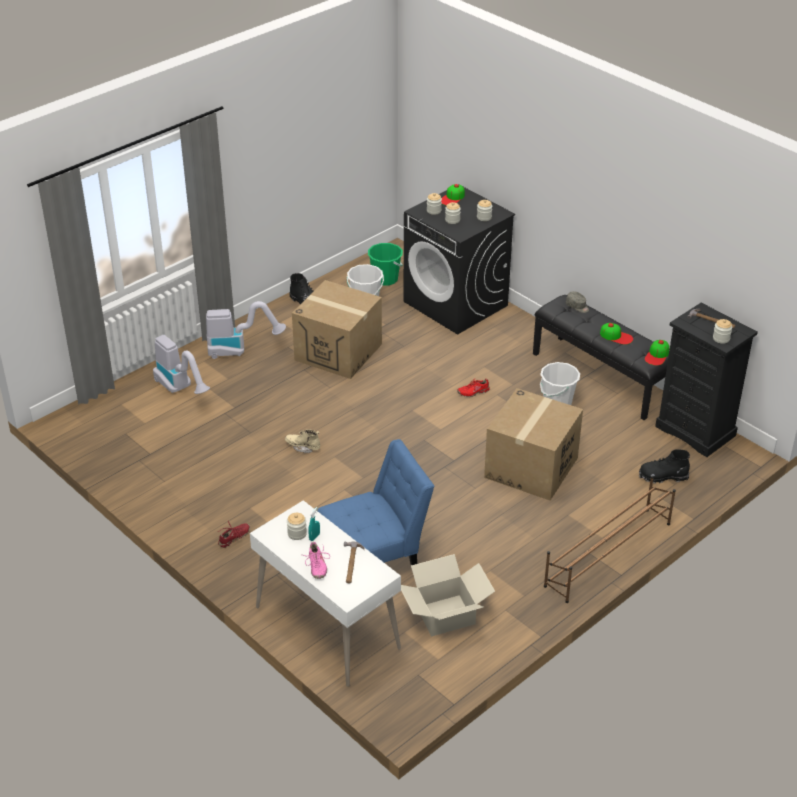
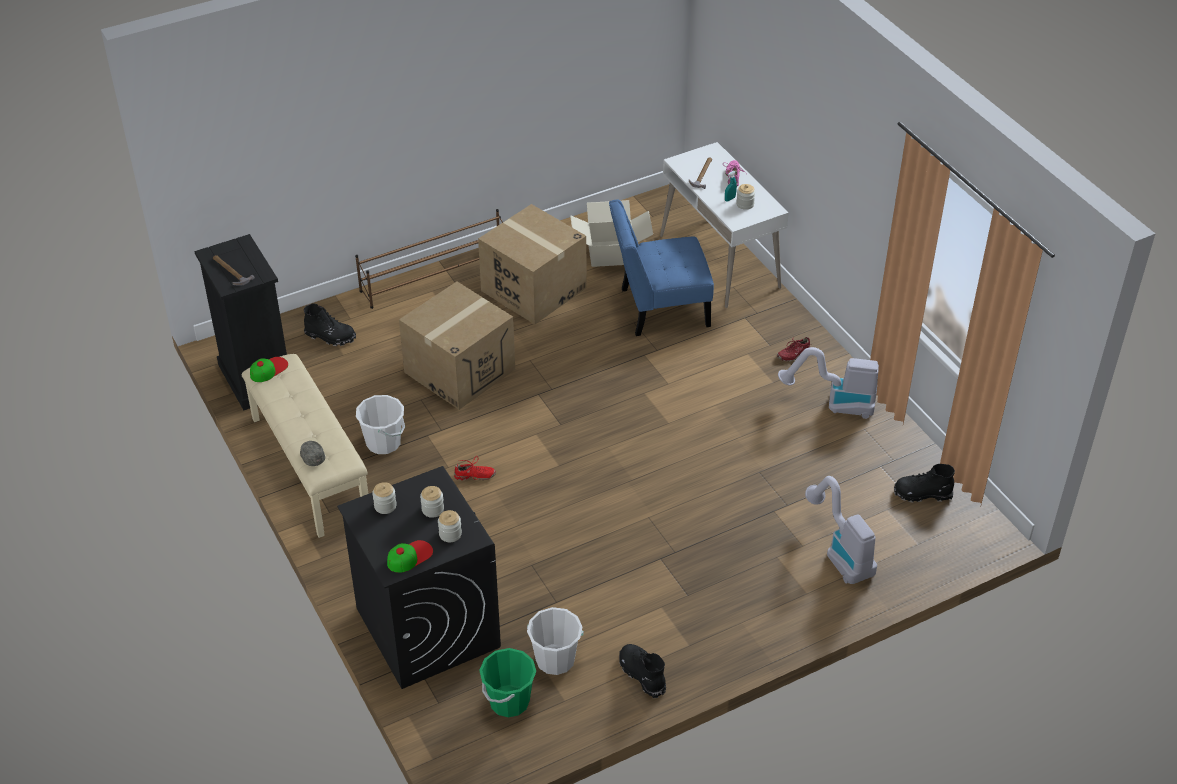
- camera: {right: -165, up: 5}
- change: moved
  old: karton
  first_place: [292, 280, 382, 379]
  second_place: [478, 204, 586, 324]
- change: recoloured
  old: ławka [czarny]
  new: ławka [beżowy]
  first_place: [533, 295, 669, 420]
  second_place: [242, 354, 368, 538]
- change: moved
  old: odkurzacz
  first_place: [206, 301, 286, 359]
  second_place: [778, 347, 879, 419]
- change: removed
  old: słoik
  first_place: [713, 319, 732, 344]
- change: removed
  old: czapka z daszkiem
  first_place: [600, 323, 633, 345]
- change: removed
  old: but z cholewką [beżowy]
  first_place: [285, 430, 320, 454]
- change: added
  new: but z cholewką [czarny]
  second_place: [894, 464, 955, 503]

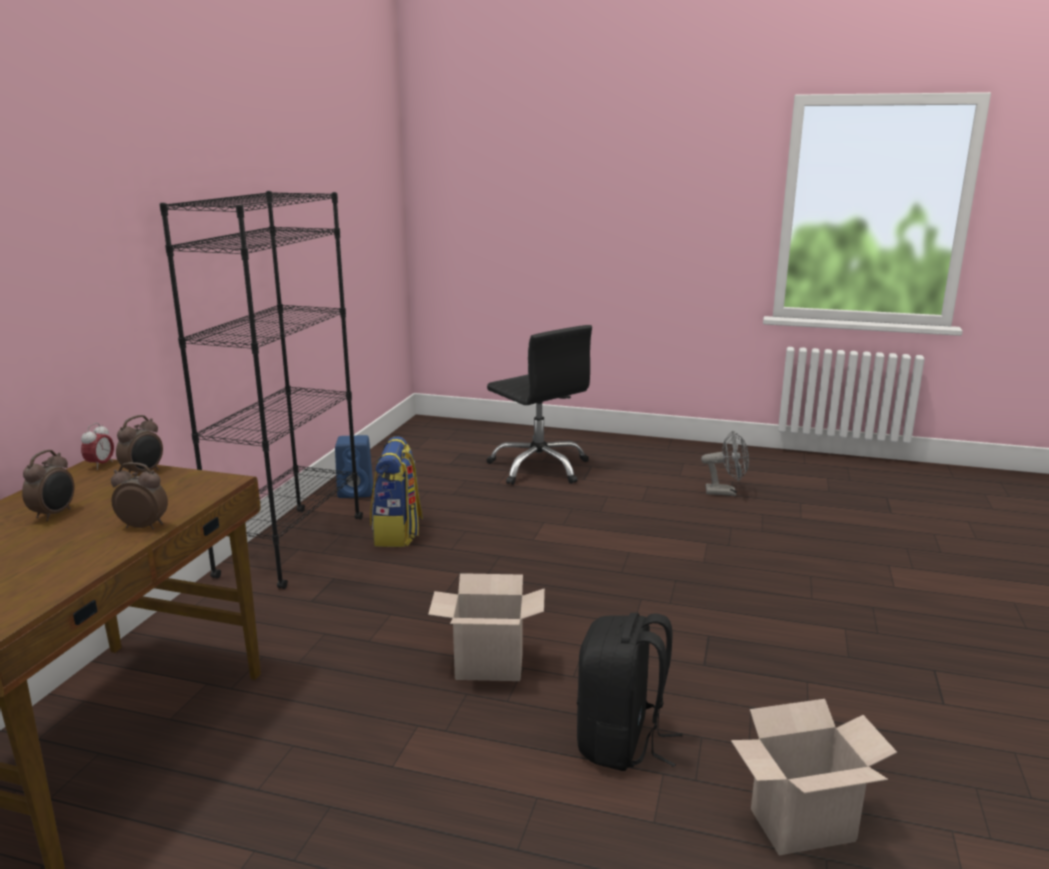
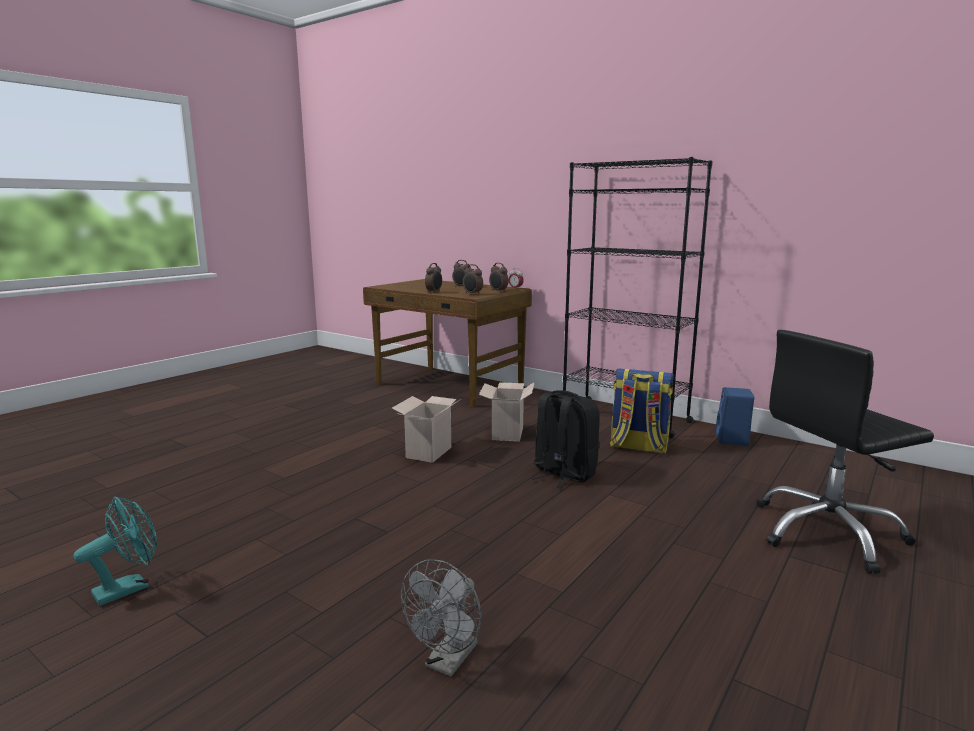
- camera: {right: 110, up: -5}
- change: moved
  old: wentylator [szary]
  first_place: [701, 431, 749, 496]
  second_place: [401, 559, 481, 677]
- change: moved
  old: plecak [czarny]
  first_place: [577, 613, 683, 771]
  second_place: [532, 390, 600, 488]
- change: moved
  old: karton
  first_place: [731, 699, 897, 855]
  second_place: [479, 382, 535, 442]
- change: added
  new: budzik
  second_place: [463, 264, 483, 295]
- change: added
  new: wentylator [turkusowy]
  second_place: [74, 497, 157, 606]

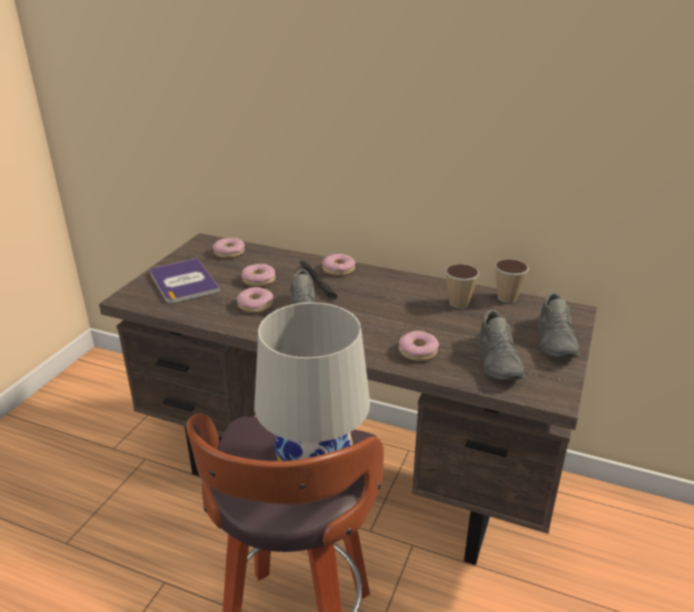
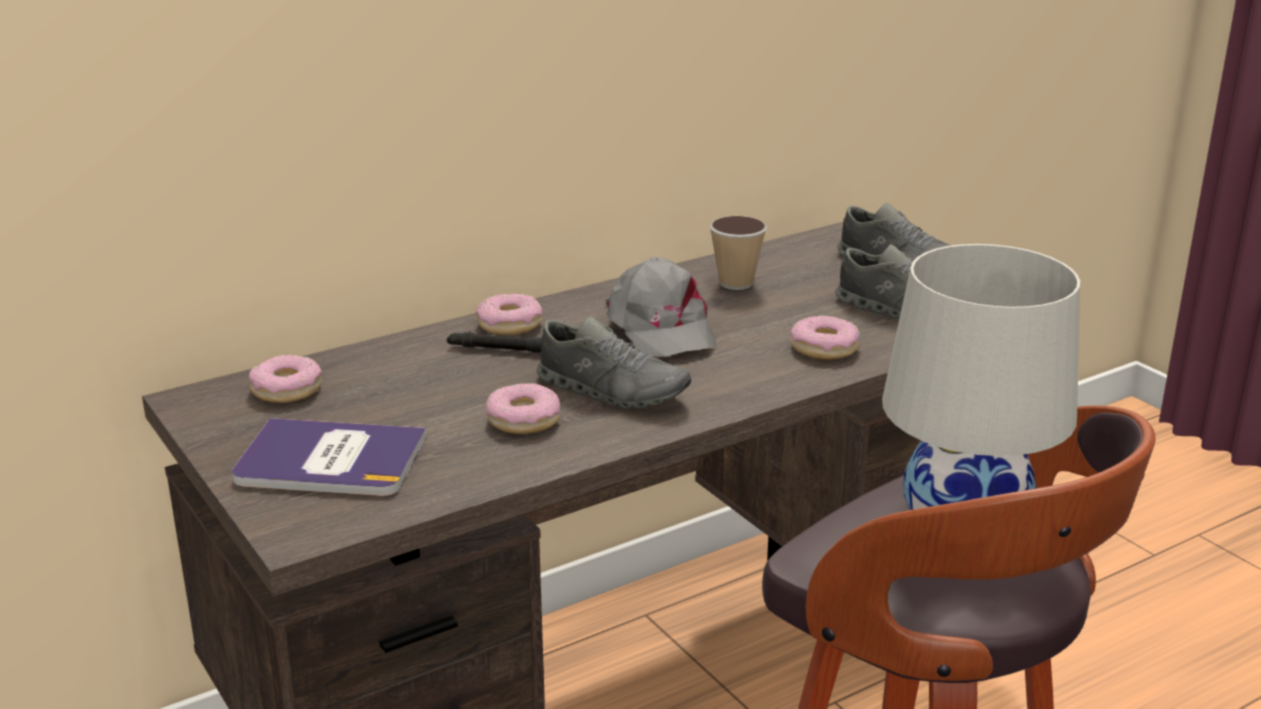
- camera: {right: -55, up: -5}
- change: removed
  old: filiżanka
  first_place: [495, 259, 529, 303]
- change: removed
  old: donut
  first_place: [241, 264, 275, 287]
- change: added
  new: czapka z daszkiem [szary]
  second_place: [605, 257, 716, 357]

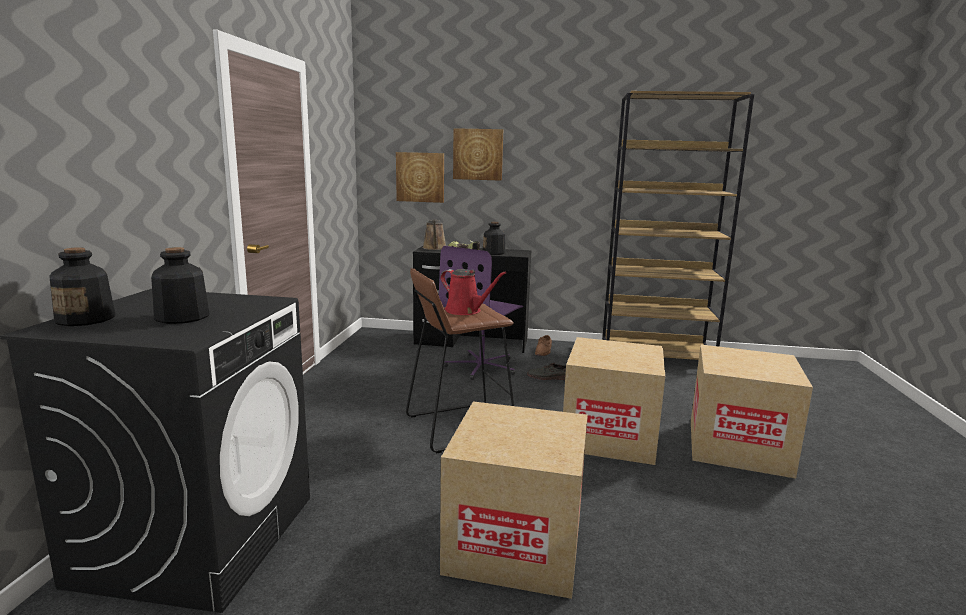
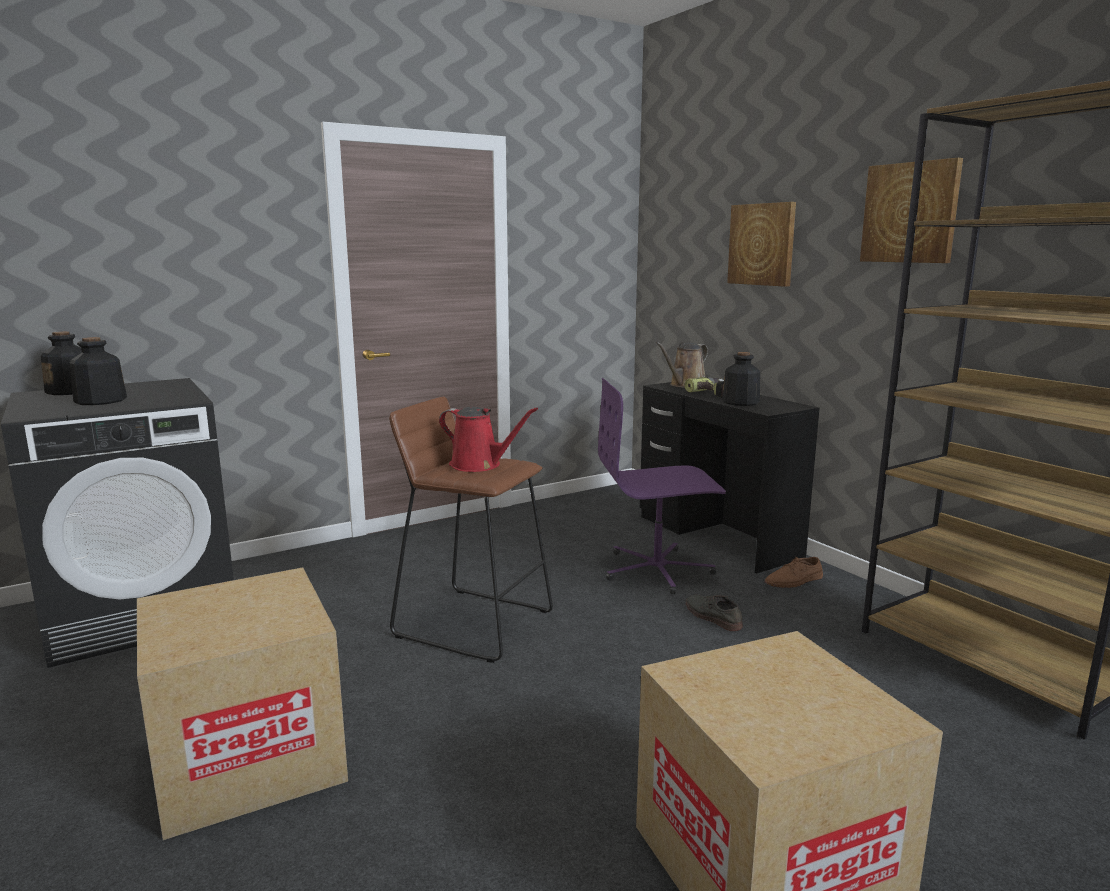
- camera: {right: 50, up: 0}
- change: moved
  old: obraz
  first_place: [396, 152, 444, 203]
  second_place: [860, 158, 963, 263]
- change: turned
  old: konewka [czerwony]
  first_place: [440, 269, 506, 315]
  second_place: [439, 407, 538, 472]
  degrees: -60
- change: removed
  old: karton
  first_place: [563, 337, 665, 465]

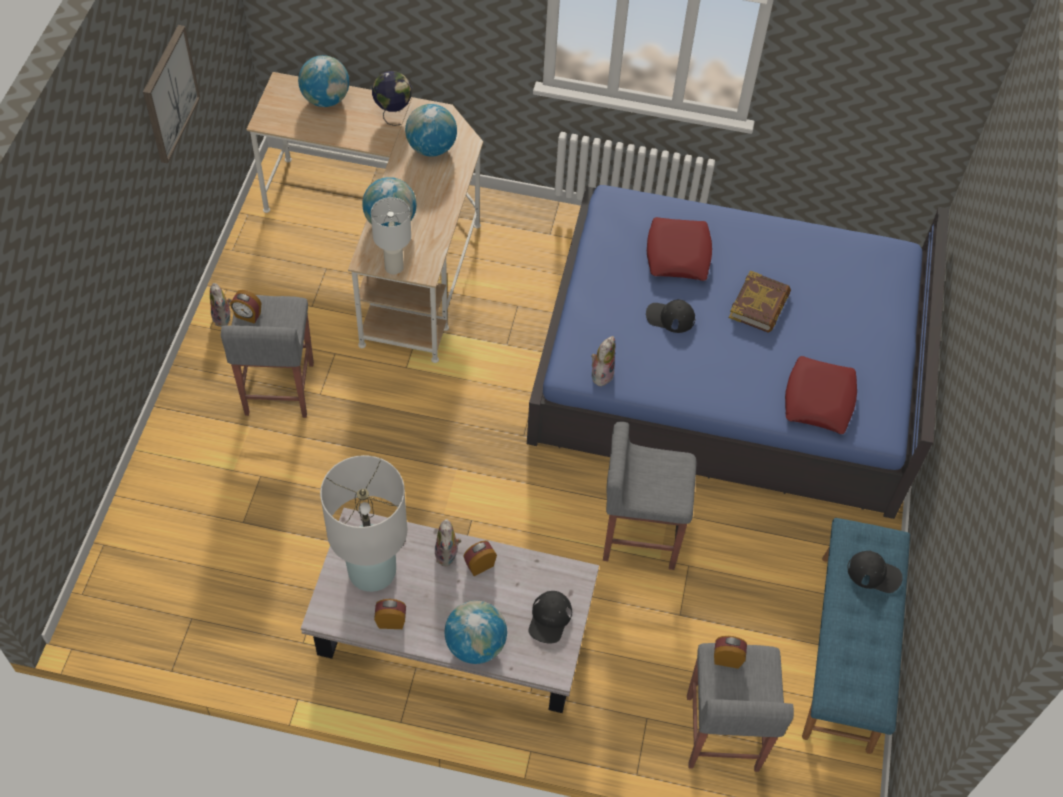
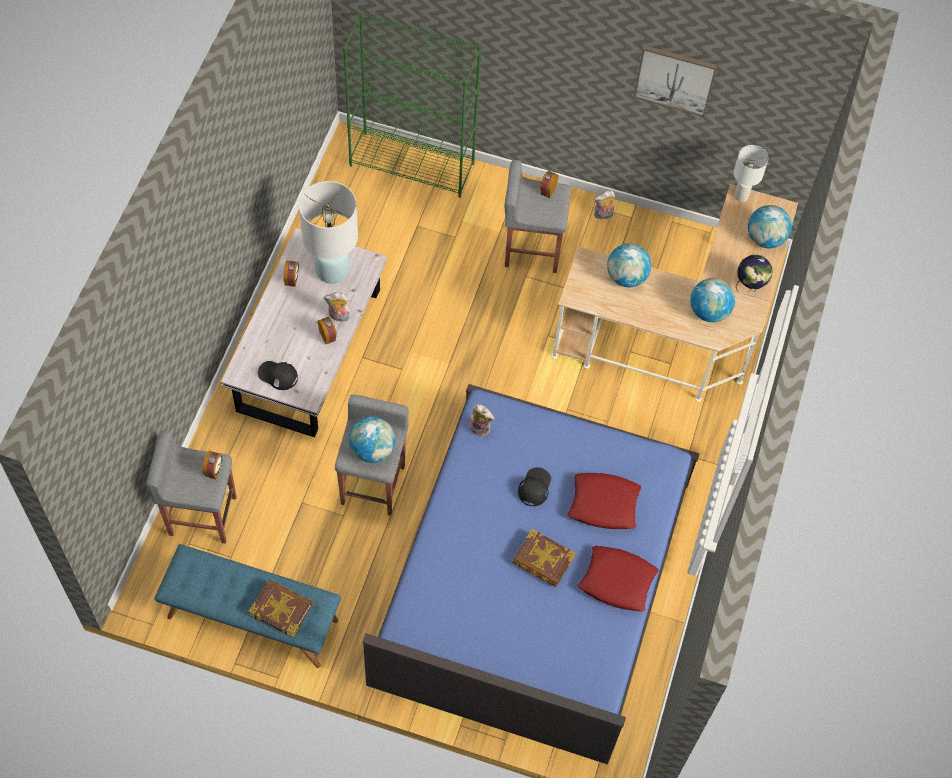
- camera: {right: 95, up: 5}
- change: moved
  old: lampa stołowa [biały]
  first_place: [371, 197, 411, 274]
  second_place: [734, 145, 768, 202]
- change: moved
  old: poduszka [czerwony]
  first_place: [785, 356, 857, 434]
  second_place: [578, 545, 659, 612]
- change: replaced
  old: czapka z daszkiem [czarny]
  new: książka
  first_place: [847, 550, 903, 593]
  second_place: [249, 580, 313, 638]
- change: moved
  old: globus
  first_place: [445, 601, 507, 664]
  second_place: [349, 416, 395, 463]
- change: added
  new: regał [zielony]
  second_place: [343, 13, 482, 198]

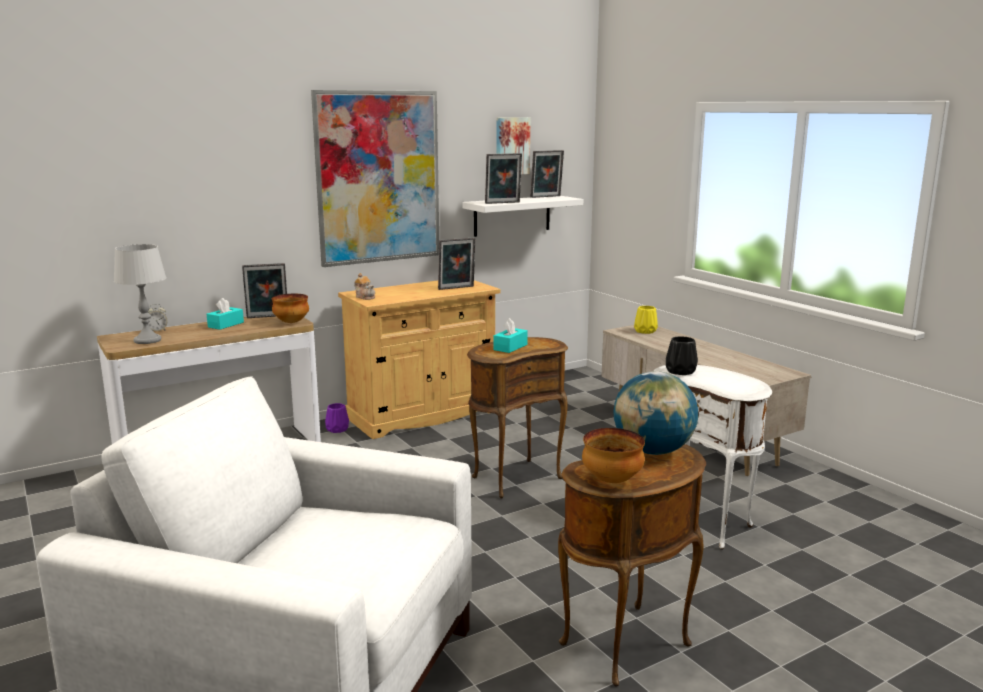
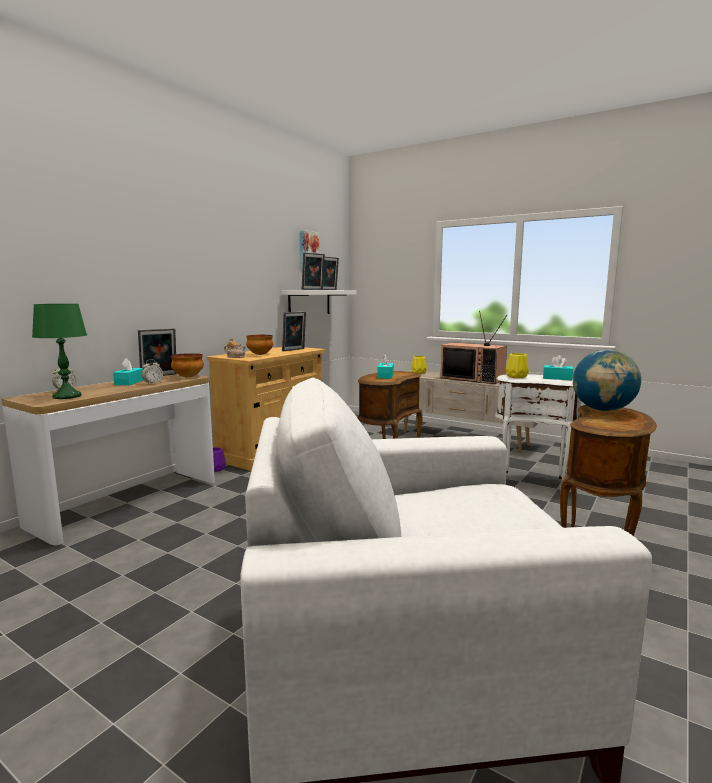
- camera: {right: -25, up: -5}
- change: removed
  old: obraz
  first_place: [311, 90, 439, 267]
- change: recoloured
  old: lampa stołowa [szary]
  new: lampa stołowa [zielony]
  first_place: [114, 244, 166, 344]
  second_place: [32, 304, 87, 399]
- change: recoloured
  old: wazon [czarny]
  new: wazon [żółty]
  first_place: [666, 336, 698, 375]
  second_place: [506, 353, 529, 378]
- change: moved
  old: miska
  first_place: [582, 428, 645, 483]
  second_place: [246, 335, 273, 355]
- change: added
  new: telewizor
  second_place: [440, 311, 507, 384]
- change: added
  new: pudełko chusteczek [turkusowy]
  second_place: [543, 355, 573, 380]
- change: added
  new: budzik
  second_place: [142, 359, 163, 385]

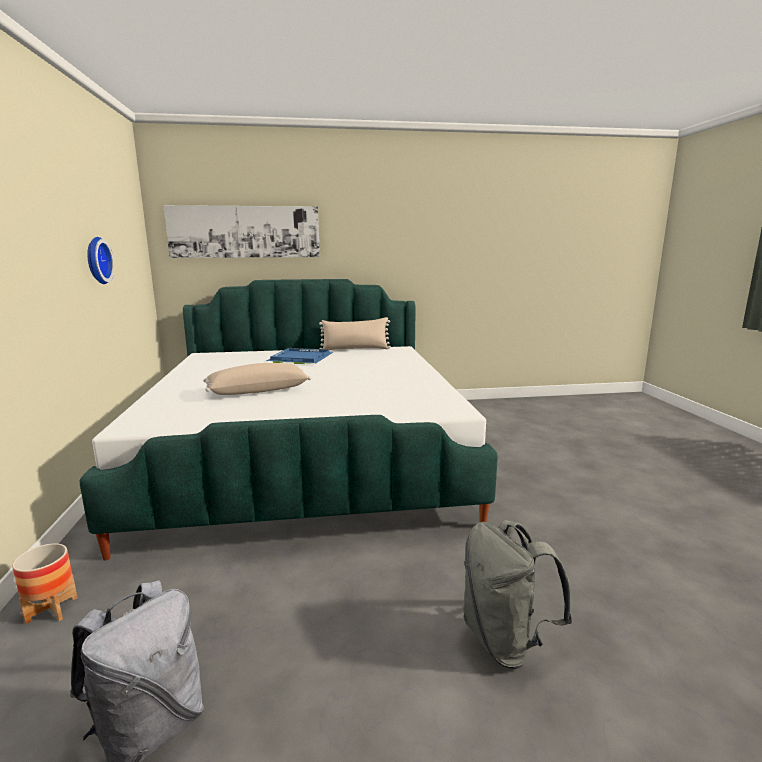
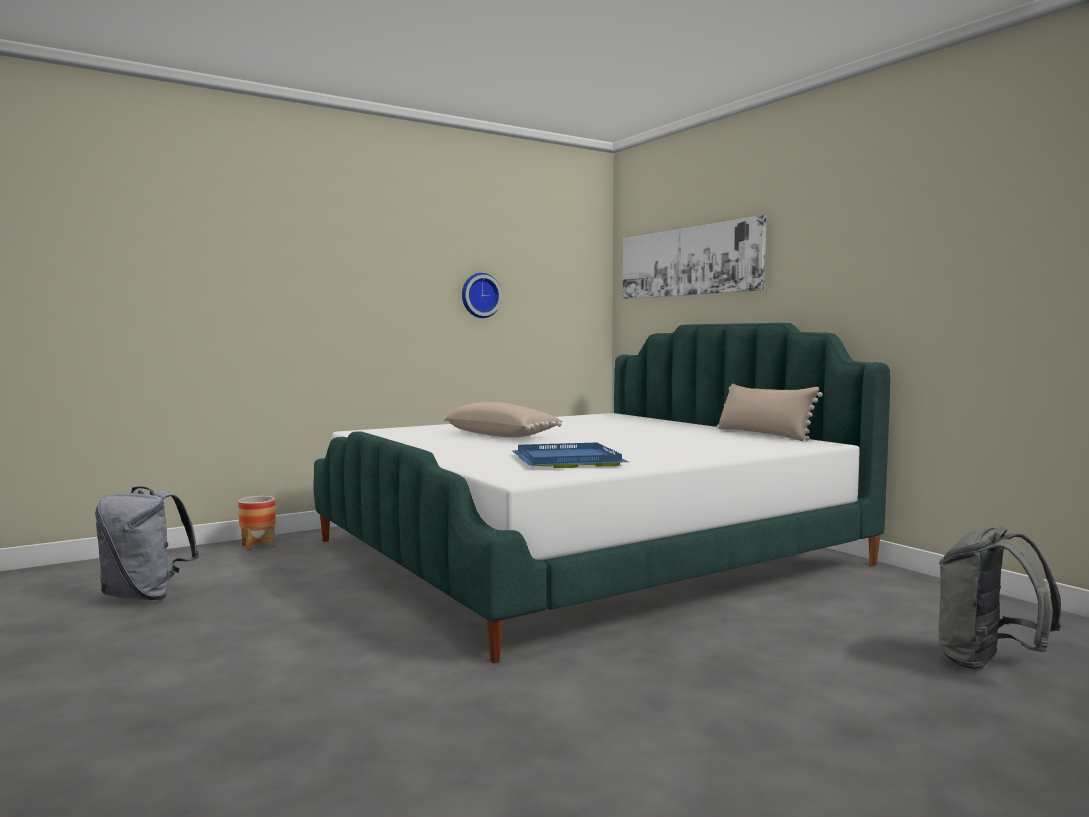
- camera: {right: 65, up: -10}
- change: moved
  old: taca [niebieski]
  first_place: [267, 348, 333, 364]
  second_place: [512, 442, 629, 468]
- change: moved
  old: plecak [szary]
  first_place: [463, 520, 573, 669]
  second_place: [938, 526, 1061, 669]

